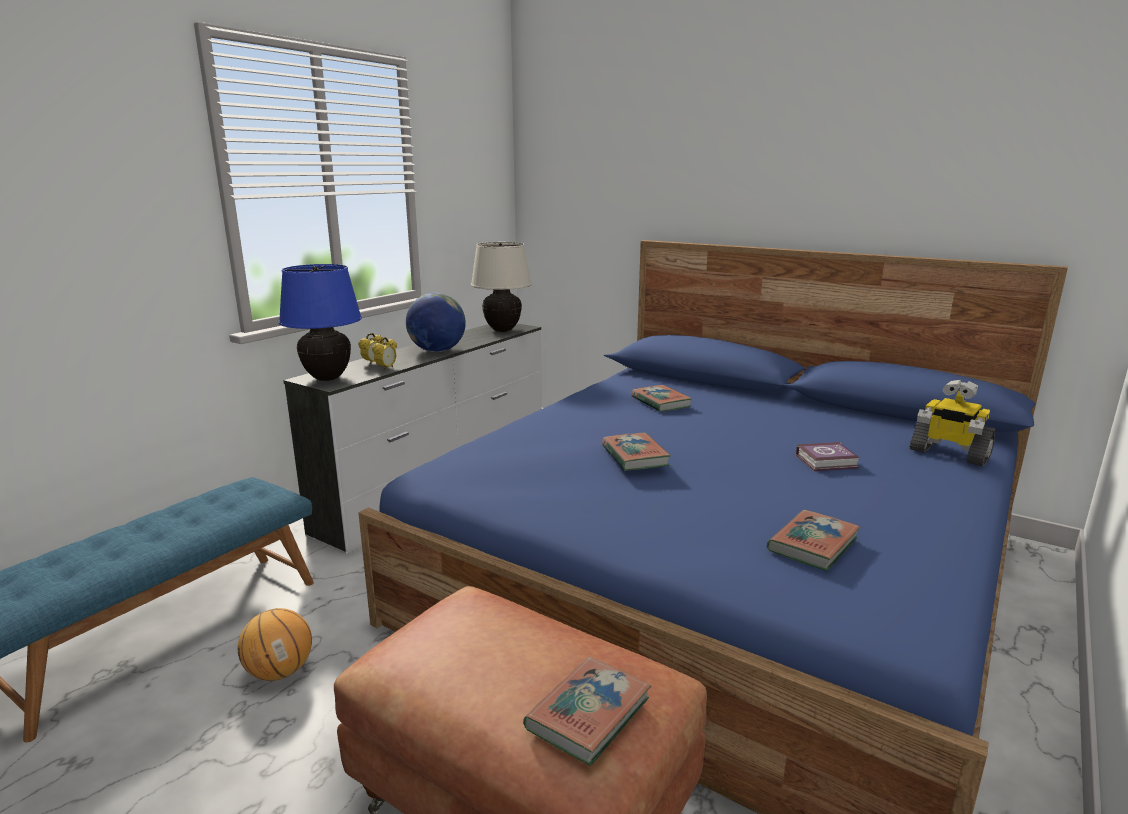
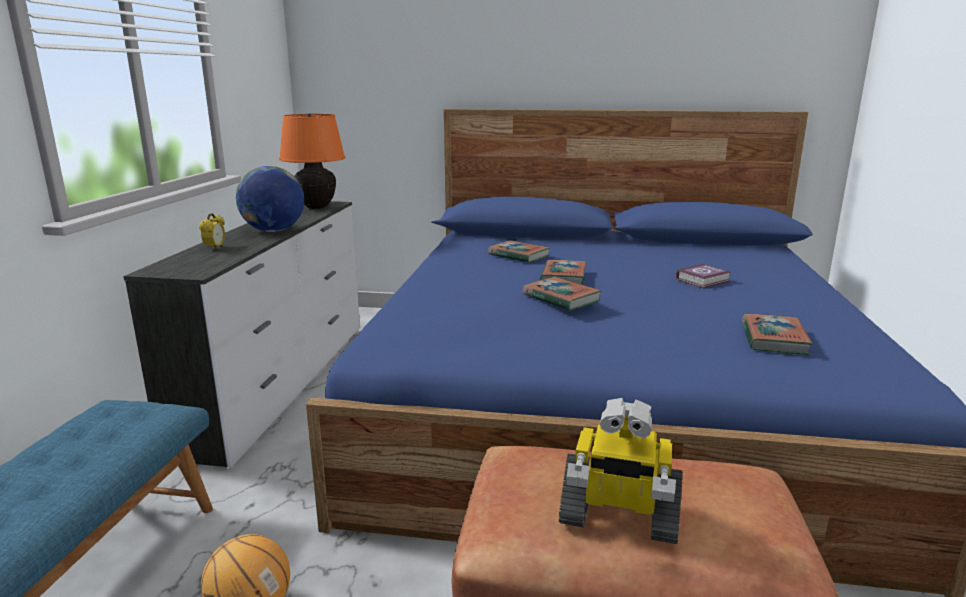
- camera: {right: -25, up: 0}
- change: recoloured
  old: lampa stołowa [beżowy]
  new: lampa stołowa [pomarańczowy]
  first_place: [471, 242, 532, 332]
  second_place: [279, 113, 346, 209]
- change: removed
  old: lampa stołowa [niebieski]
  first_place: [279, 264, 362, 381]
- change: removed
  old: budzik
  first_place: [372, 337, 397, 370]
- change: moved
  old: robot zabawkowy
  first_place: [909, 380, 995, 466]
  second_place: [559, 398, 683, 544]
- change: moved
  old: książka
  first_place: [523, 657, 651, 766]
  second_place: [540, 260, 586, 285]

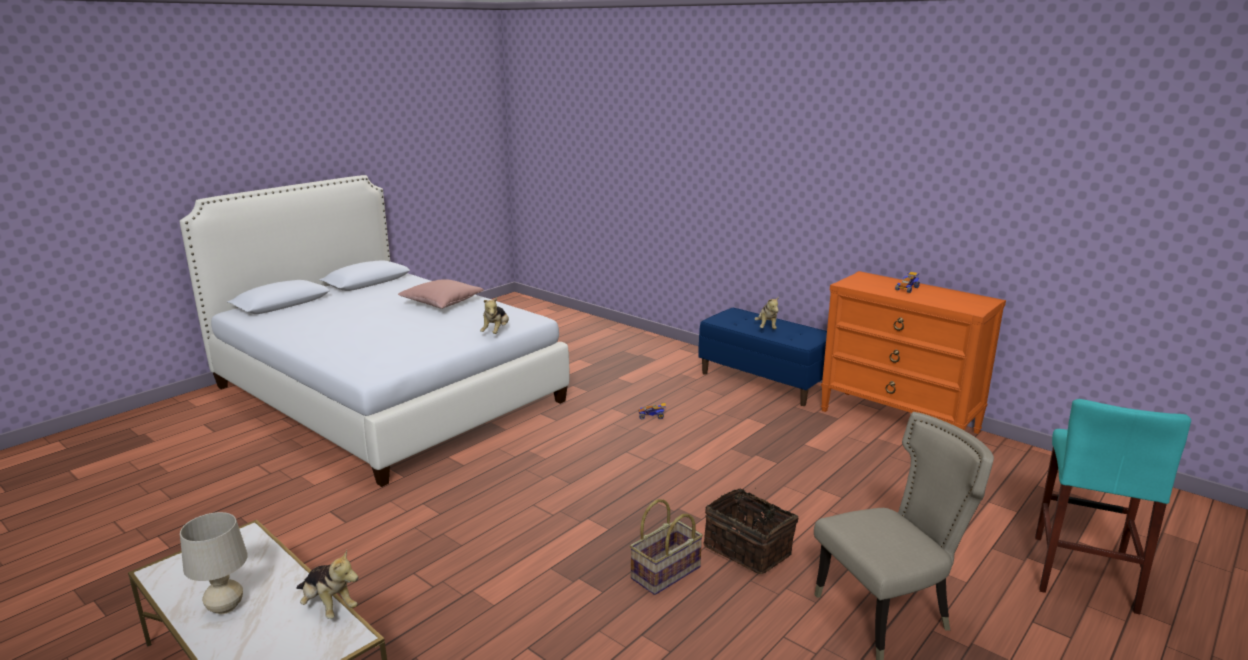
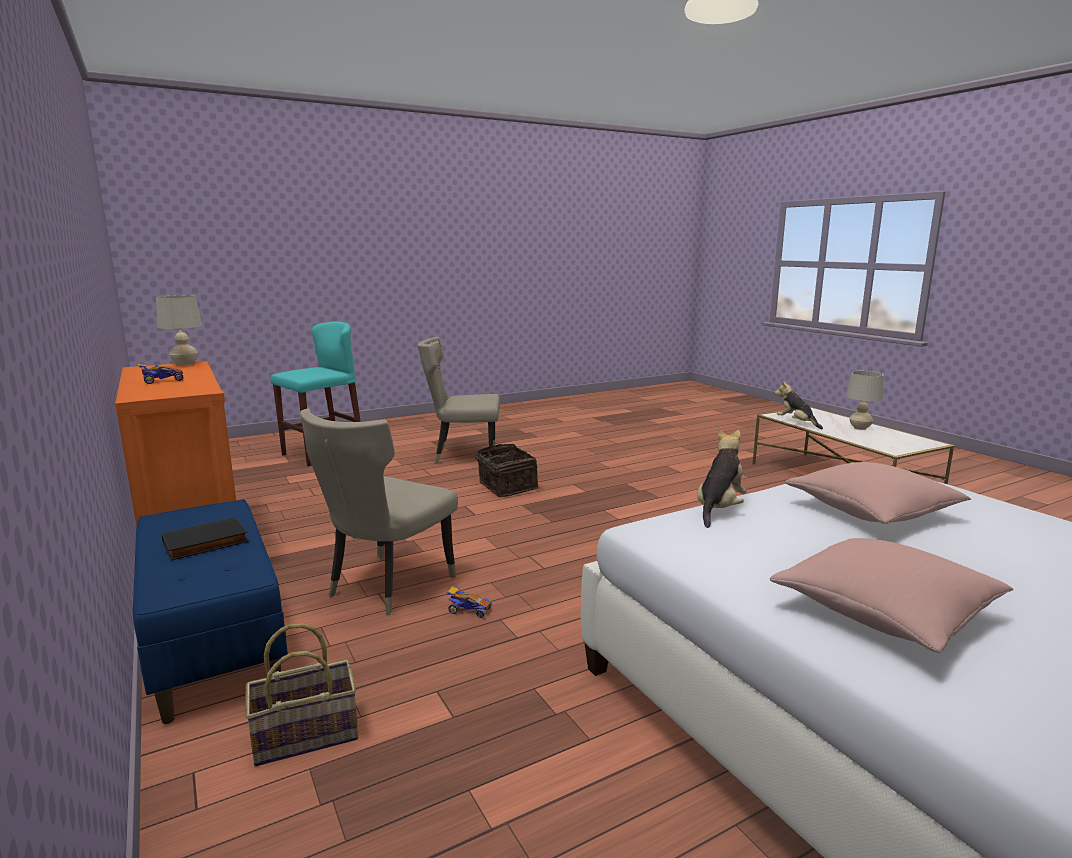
- camera: {right: -160, up: -5}
- change: replaced
  old: pluszak
  new: książka [czarny]
  first_place: [754, 296, 779, 329]
  second_place: [161, 517, 249, 561]
- change: moved
  old: koszyk
  first_place: [630, 499, 703, 595]
  second_place: [245, 623, 358, 766]
- change: added
  new: lampa stołowa [beżowy]
  second_place: [156, 295, 202, 366]
- change: added
  new: krzesło [beżowy]
  second_place: [300, 408, 458, 615]
- change: added
  new: poduszka [różowy]
  second_place: [785, 462, 971, 524]

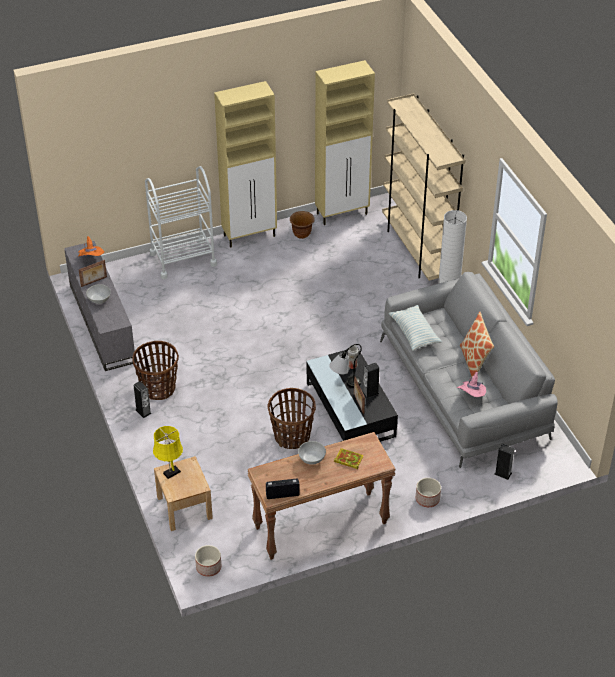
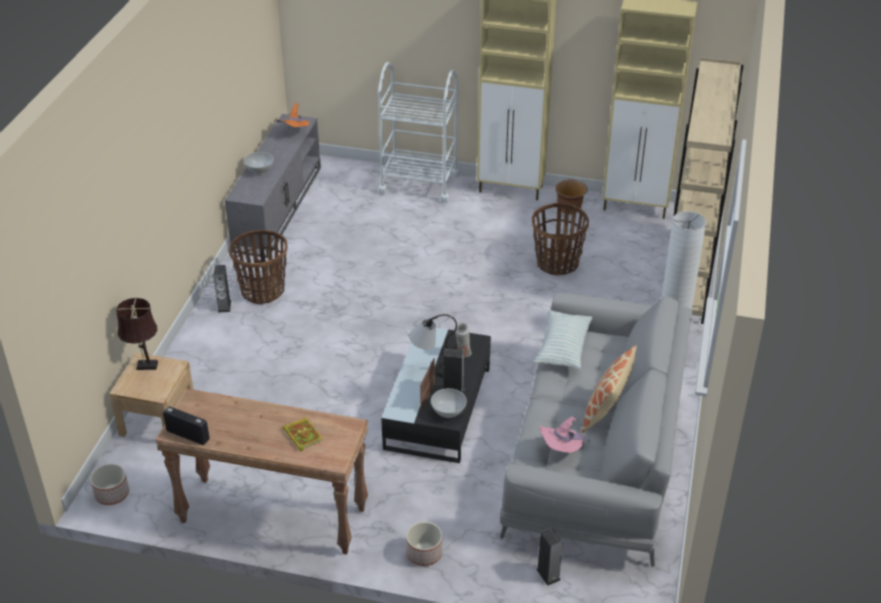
- camera: {right: 35, up: -5}
- change: removed
  old: ramka na zdjęcie
  first_place: [79, 260, 107, 287]
- change: moved
  old: koszyk
  first_place: [268, 388, 316, 449]
  second_place: [532, 203, 589, 276]
- change: recoloured
  old: lampa stołowa [żółty]
  new: lampa stołowa [brązowy]
  first_place: [153, 426, 183, 479]
  second_place: [116, 298, 158, 370]
- change: moved
  old: miska [biały]
  first_place: [298, 441, 326, 465]
  second_place: [431, 388, 467, 418]

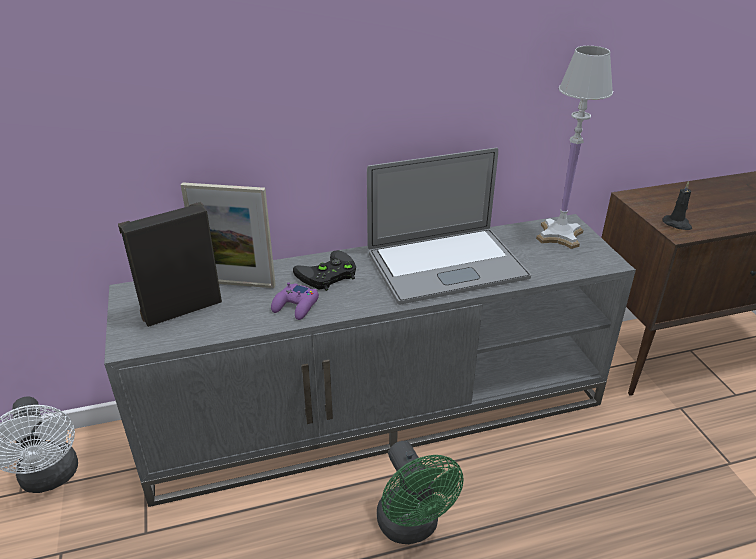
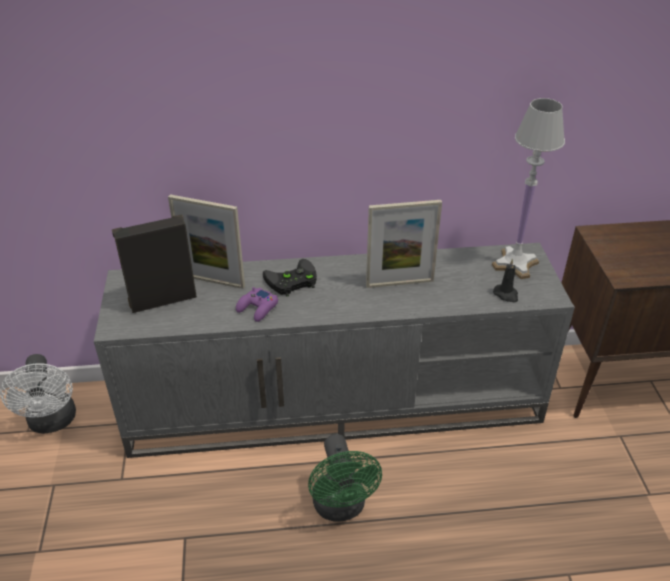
- camera: {right: 10, up: 5}
- change: replaced
  old: laptop
  new: ramka na zdjęcie
  first_place: [367, 147, 531, 305]
  second_place: [366, 200, 442, 288]
- change: moved
  old: świeca [czarny]
  first_place: [662, 181, 692, 230]
  second_place: [493, 259, 518, 303]

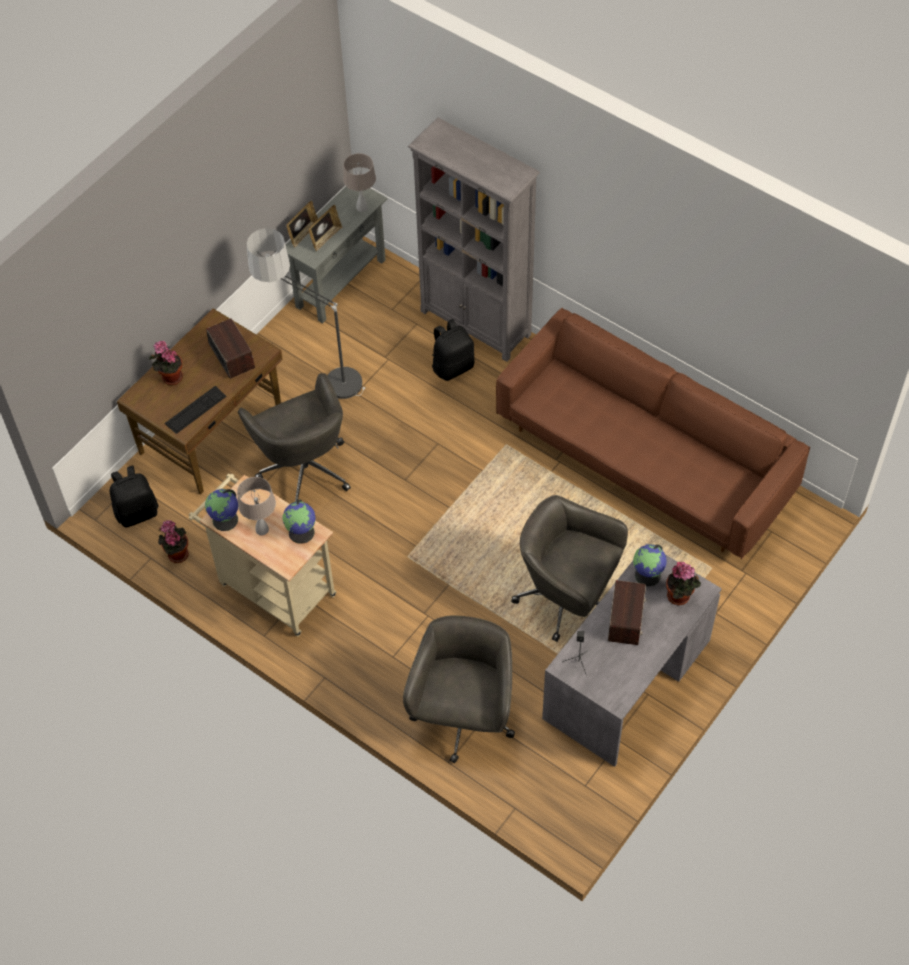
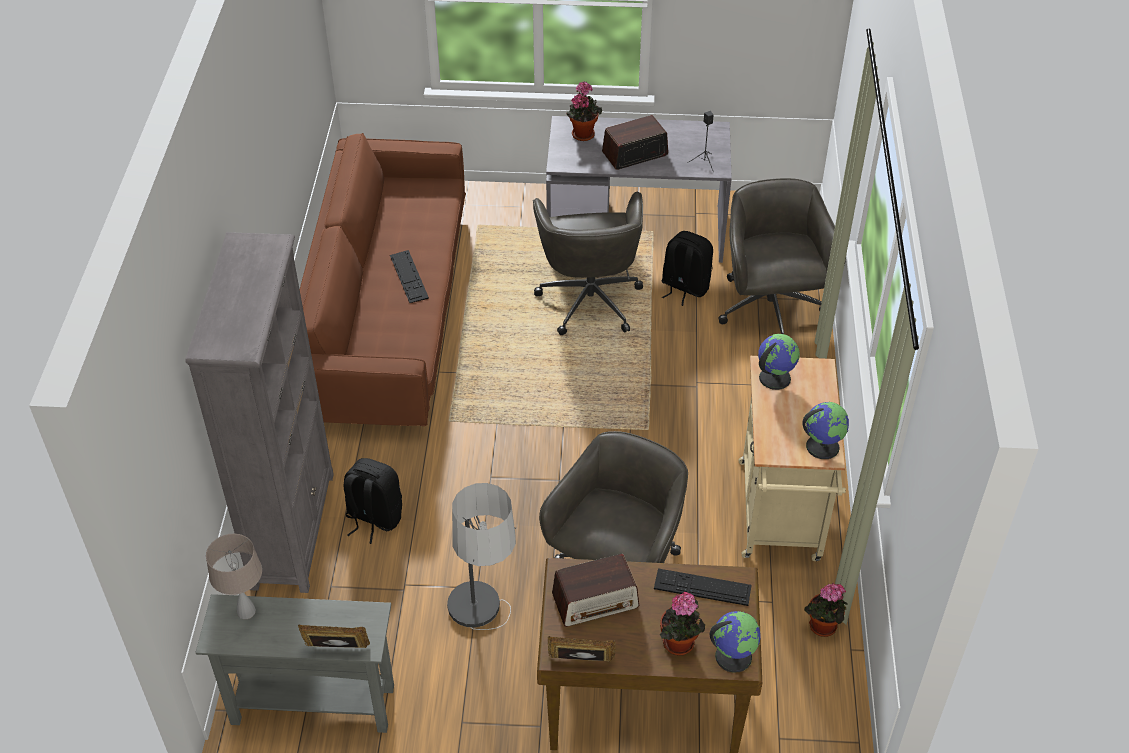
- camera: {right: -125, up: -10}
- change: moved
  old: ramka na zdjęcie
  first_place: [308, 205, 342, 251]
  second_place: [548, 636, 616, 661]
- change: turned
  old: radio
  first_place: [206, 319, 255, 379]
  second_place: [552, 554, 639, 627]
  degrees: -135
- change: moved
  old: plecak [czarny]
  first_place: [110, 465, 159, 528]
  second_place: [662, 231, 713, 306]
- change: removed
  old: lampa stołowa [beżowy]
  first_place: [237, 477, 276, 536]
- change: moved
  old: globus
  first_place: [633, 544, 667, 586]
  second_place: [710, 611, 761, 673]
- change: turned
  old: krzesło biurowe [szary]
  first_place: [403, 616, 515, 763]
  second_place: [718, 178, 846, 334]
  degrees: 105
- change: added
  new: klawiatura
  second_place: [390, 250, 429, 303]

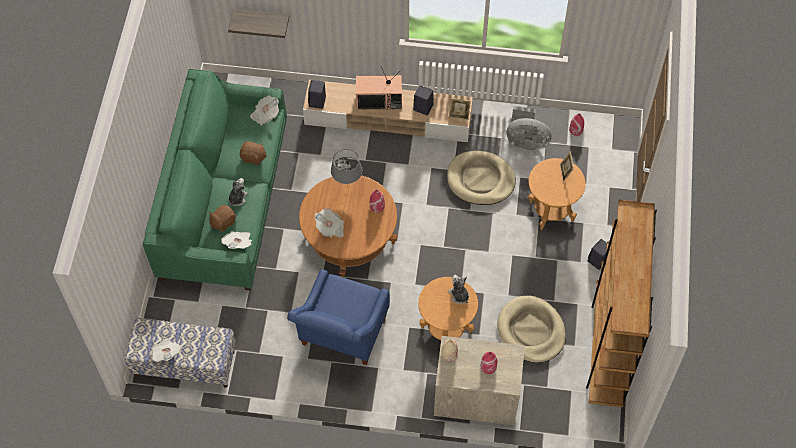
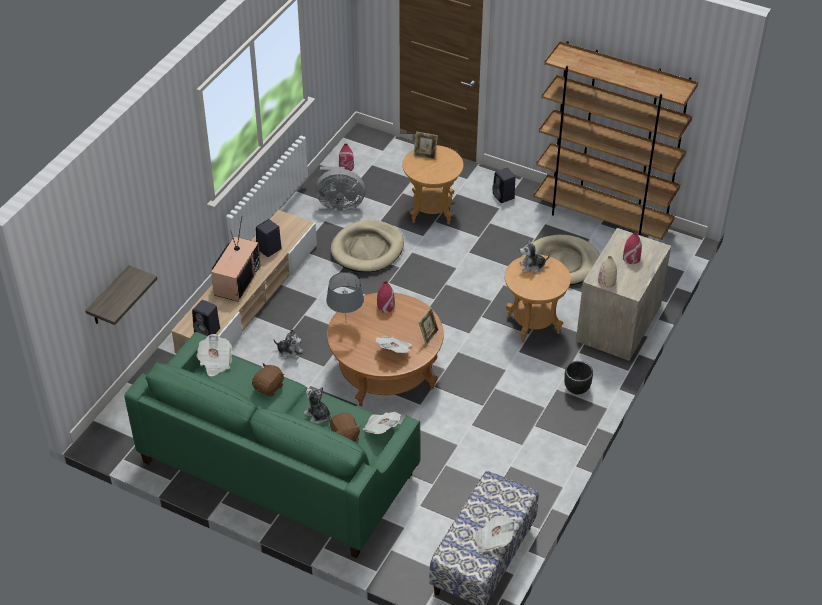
- camera: {right: -70, up: -15}
- change: moved
  old: ramka na zdjęcie
  first_place: [449, 98, 471, 120]
  second_place: [418, 307, 439, 346]
- change: turned
  old: wentylator [szary]
  first_place: [507, 106, 552, 150]
  second_place: [315, 166, 366, 211]
  degrees: 60
- change: removed
  old: fotel [niebieski]
  first_place: [287, 269, 390, 365]
- change: added
  new: donica [czarny]
  second_place: [564, 361, 593, 395]

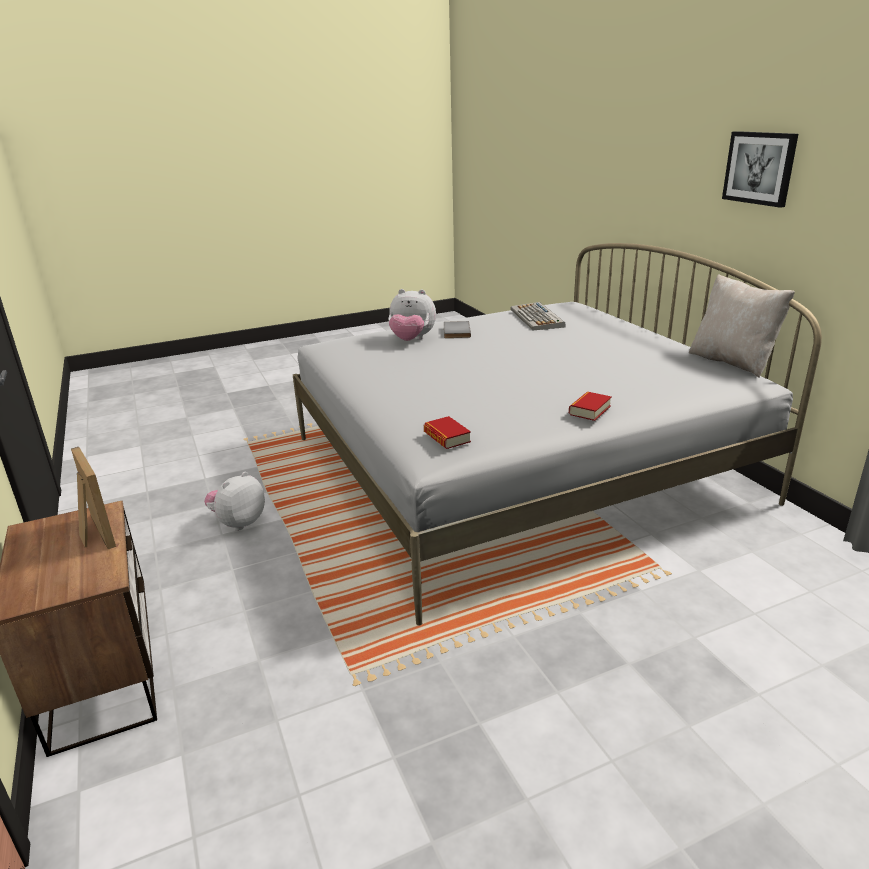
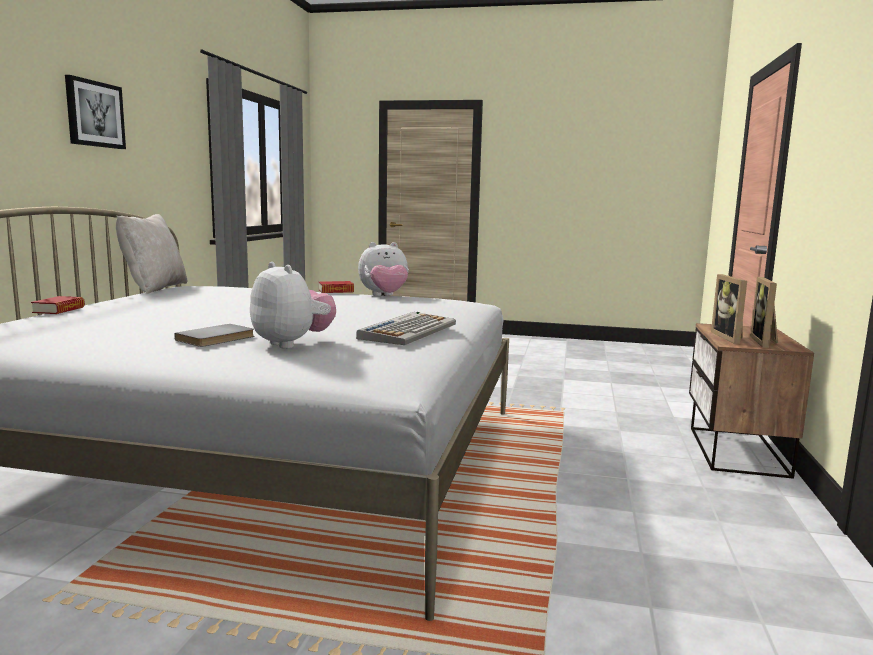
- camera: {right: -145, up: -15}
- change: moved
  old: klawiatura
  first_place: [510, 302, 565, 330]
  second_place: [356, 312, 456, 345]
- change: moved
  old: książka
  first_place: [424, 416, 471, 449]
  second_place: [31, 296, 85, 314]
- change: moved
  old: pluszak
  first_place: [204, 472, 265, 531]
  second_place: [358, 242, 409, 296]
- change: added
  new: ramka na zdjęcie
  second_place: [750, 277, 778, 348]

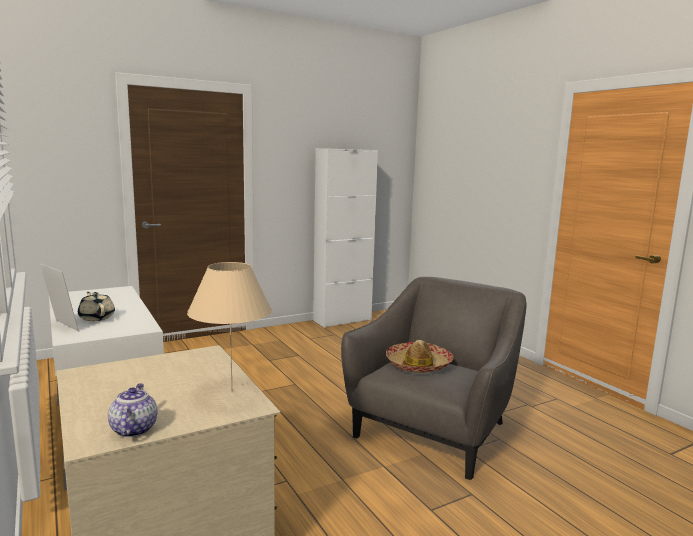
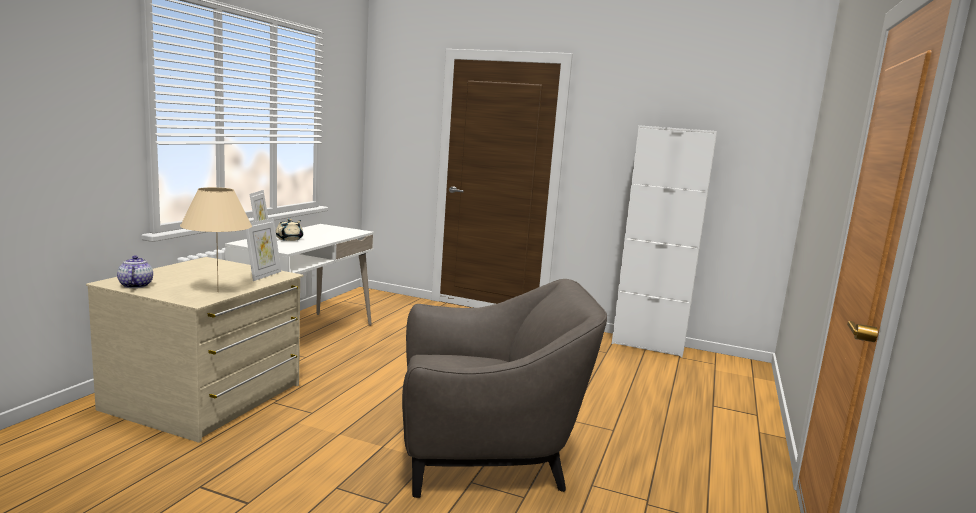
- camera: {right: 50, up: 0}
- change: removed
  old: kapelusz
  first_place: [386, 340, 453, 373]
- change: turned
  old: imbryk
  first_place: [108, 383, 157, 437]
  second_place: [117, 256, 153, 288]
  degrees: -60
- change: added
  new: ramka na zdjęcie
  second_place: [245, 218, 281, 281]

